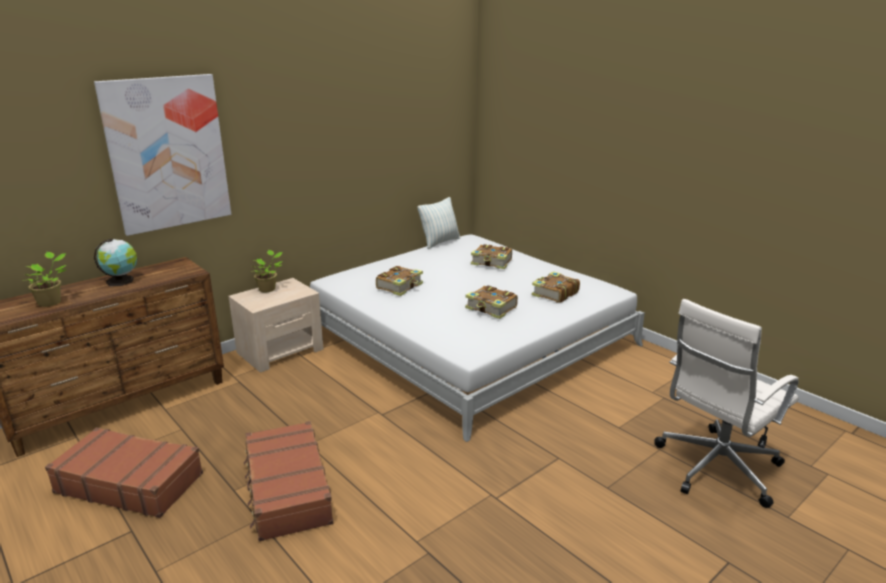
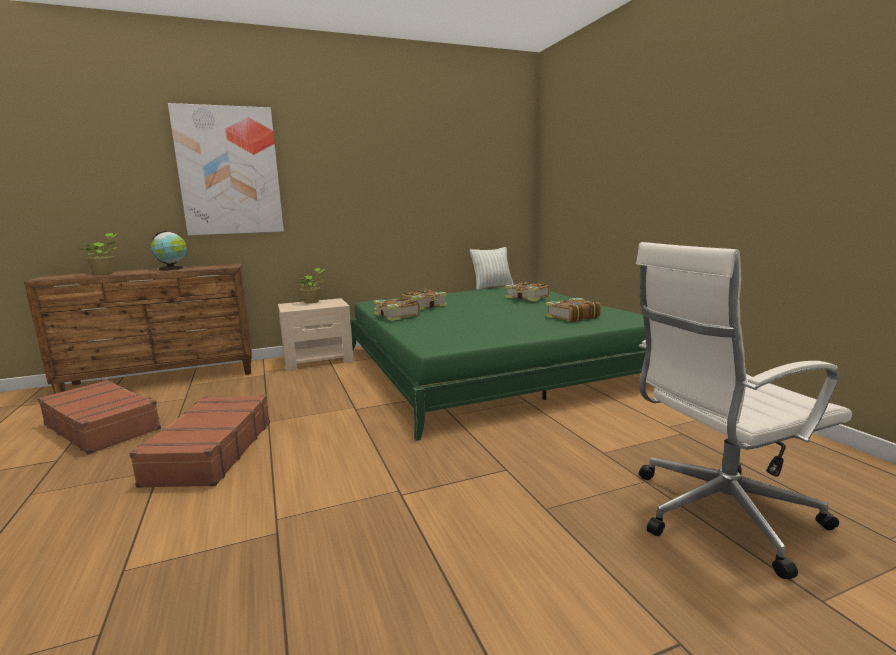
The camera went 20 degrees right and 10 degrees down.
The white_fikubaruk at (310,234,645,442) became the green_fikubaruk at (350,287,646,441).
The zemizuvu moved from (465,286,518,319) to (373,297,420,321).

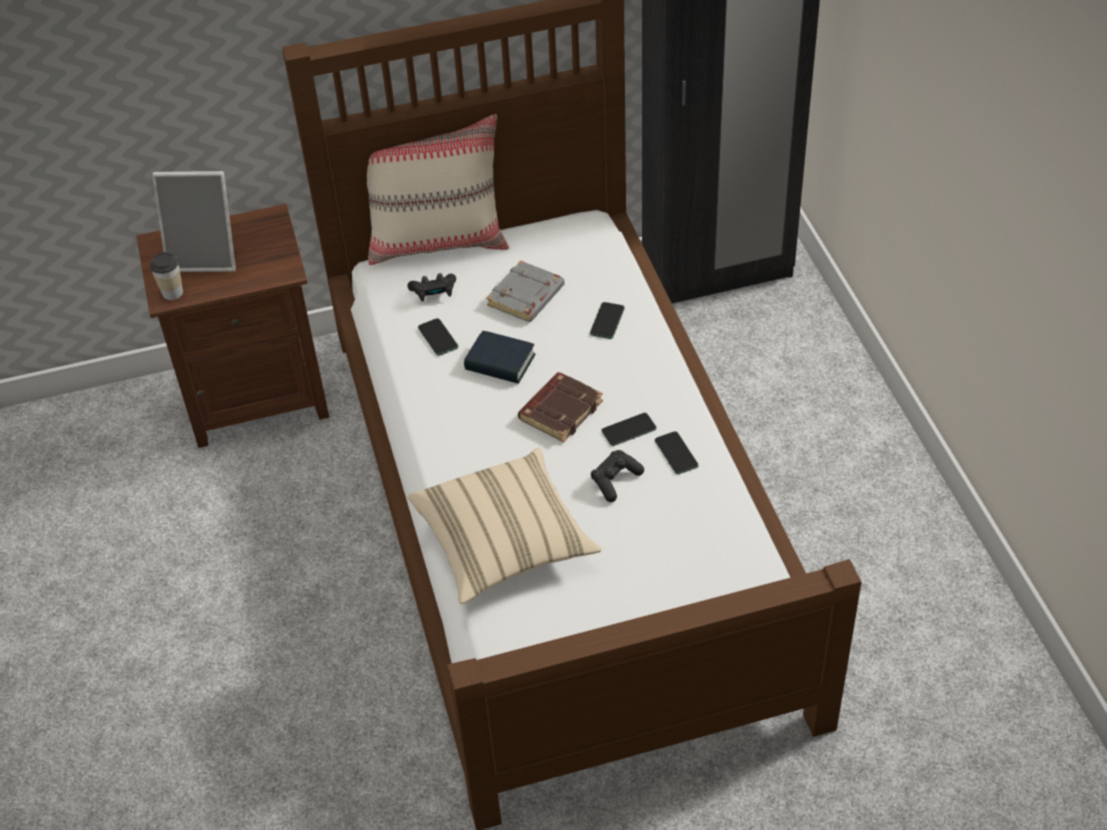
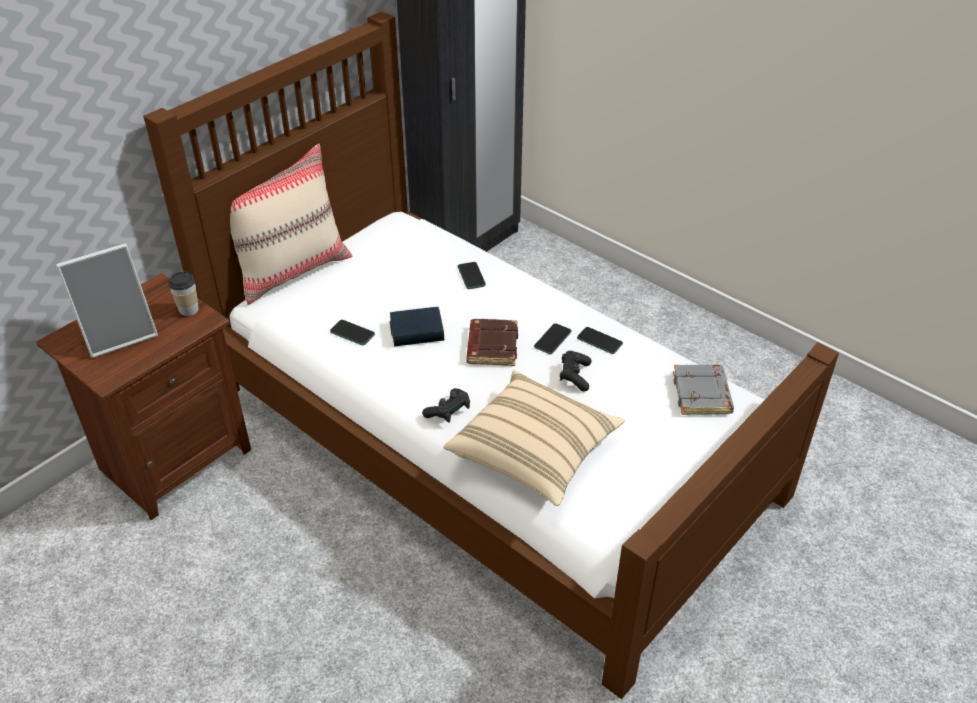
The camera went 35 degrees left and 5 degrees down.
The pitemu moved from (150,252,183,300) to (168,271,199,316).
The grey_zemizuvu moved from (486,261,565,322) to (673,365,734,415).
The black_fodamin moved from (407,273,456,302) to (422,388,470,423).

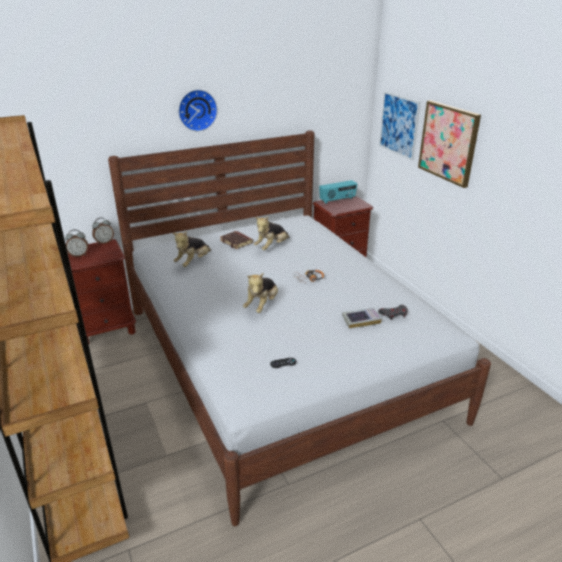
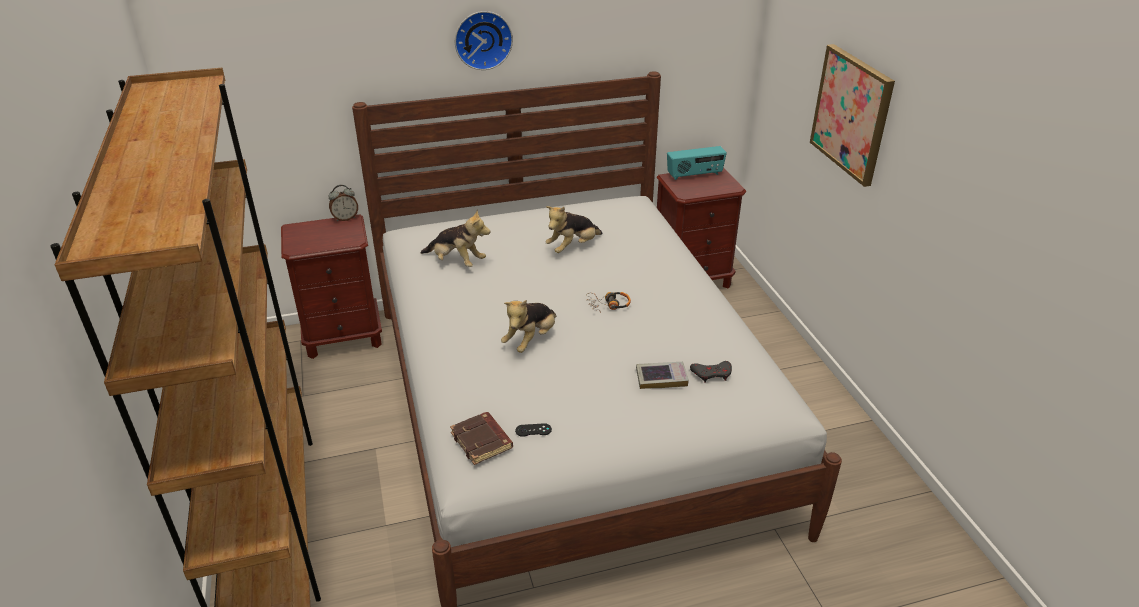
The camera went 10 degrees right and 5 degrees up.
The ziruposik at (379,91,421,161) disappeared.
The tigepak at (65,229,88,257) disappeared.
The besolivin at (173,231,211,267) turned 105 degrees counterclockwise.
The brown_zemizuvu moved from (220,231,253,249) to (450,412,513,465).

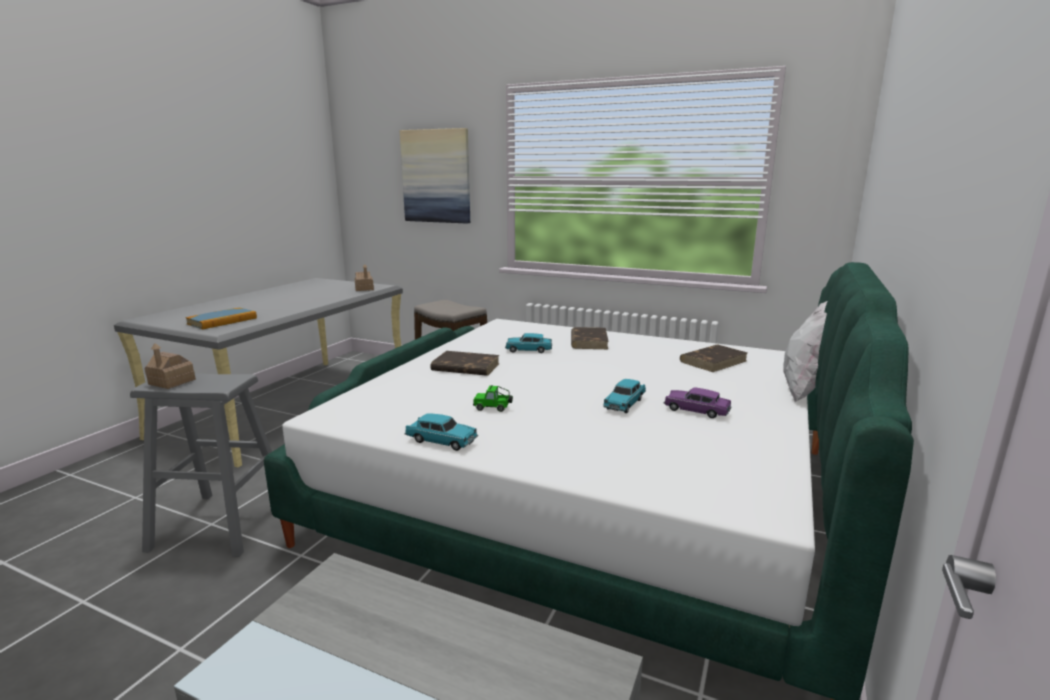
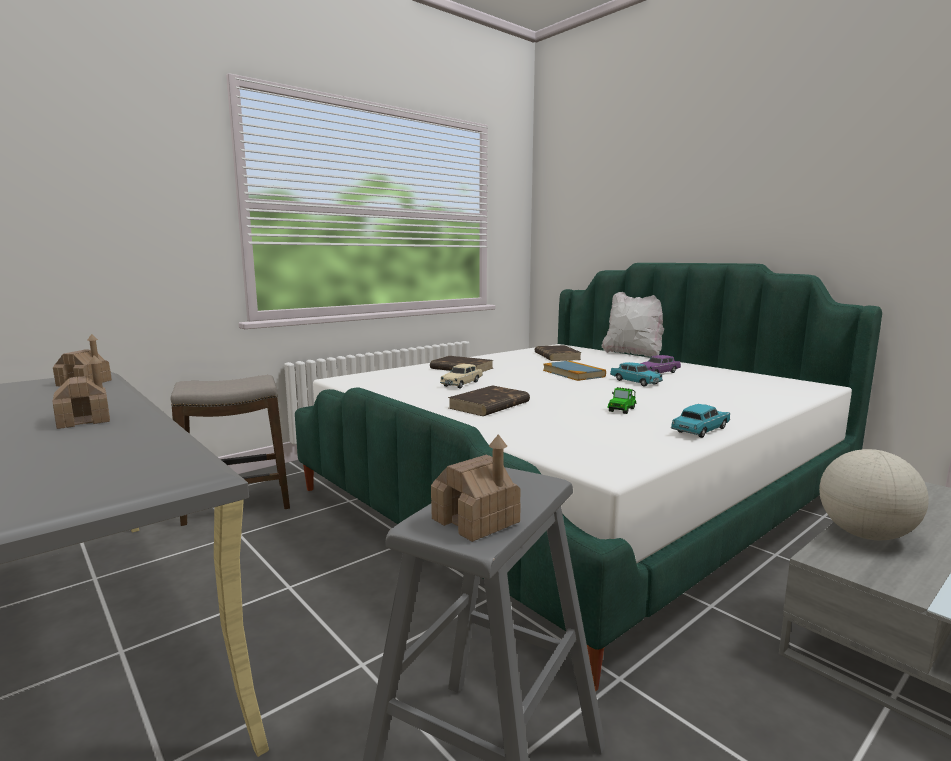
The camera went 65 degrees left and 5 degrees down.
The ziruposik at (400,128,470,224) disappeared.
The zemizuvu moved from (185,308,257,329) to (543,361,606,381).
The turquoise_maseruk at (505,333,552,353) became the beige_maseruk at (440,364,483,388).
The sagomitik at (52,355,110,429) appeared.
The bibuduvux at (819,449,929,540) appeared.

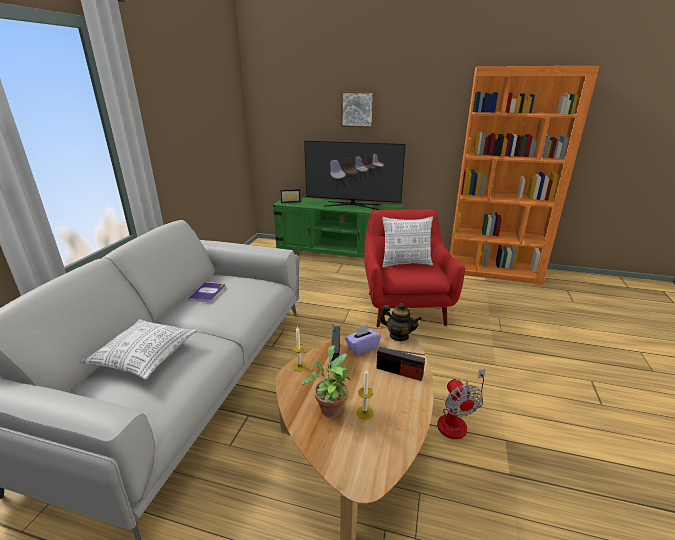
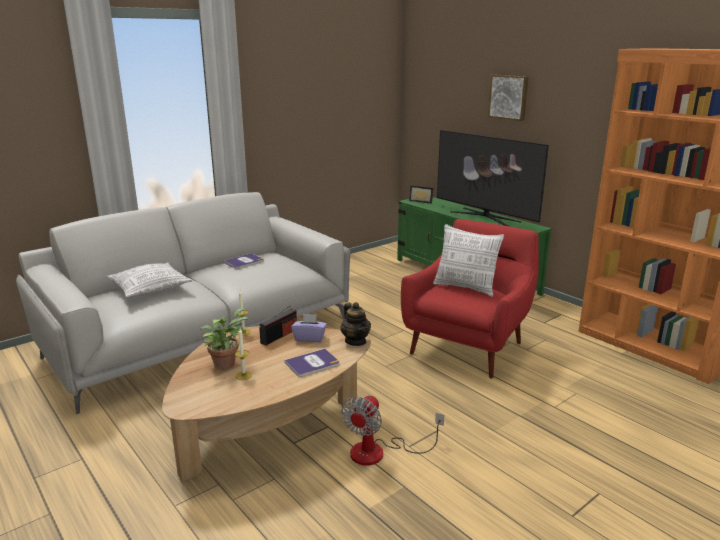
The camera went 35 degrees right and 5 degrees down.
The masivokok at (376,347,425,381) was replaced by the zemizuvu at (284,349,339,377).

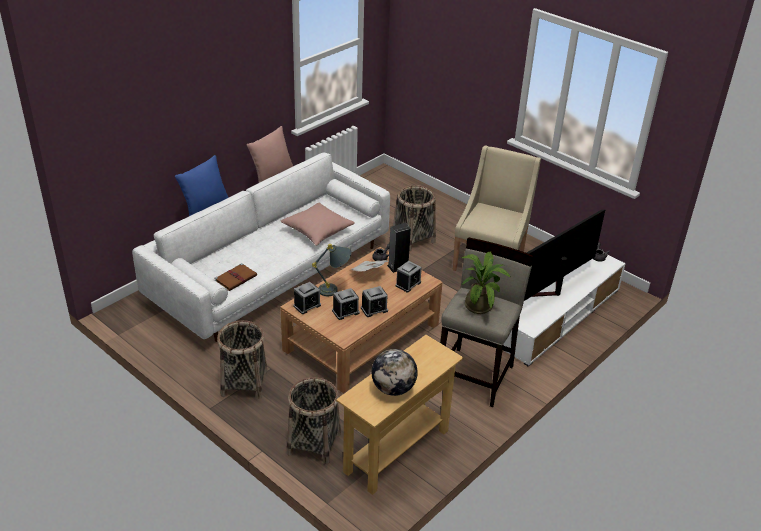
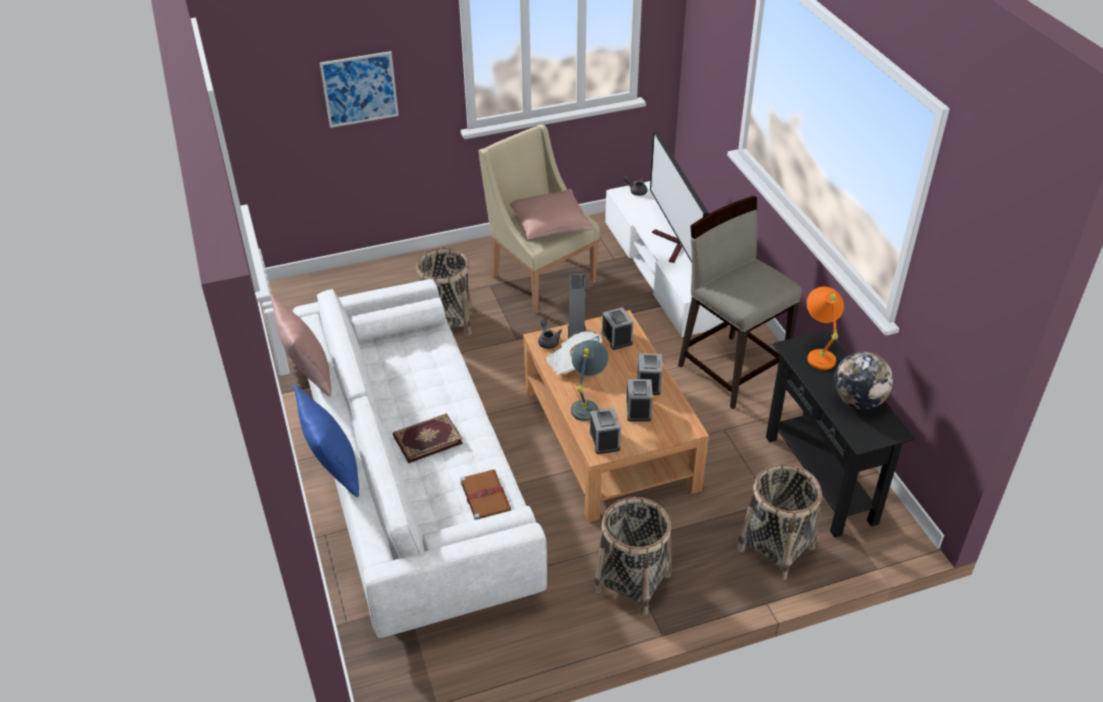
The camera went 60 degrees left and 5 degrees up.
The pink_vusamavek moved from (280,202,355,246) to (510,189,594,239).
The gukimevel at (461,251,511,314) disappeared.
The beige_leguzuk at (336,335,464,495) became the black_leguzuk at (766,330,915,538).
The ziruposik at (320,51,399,128) appeared.
The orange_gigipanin at (807,287,844,370) appeared.
The zemizuvu at (393,413,463,463) appeared.

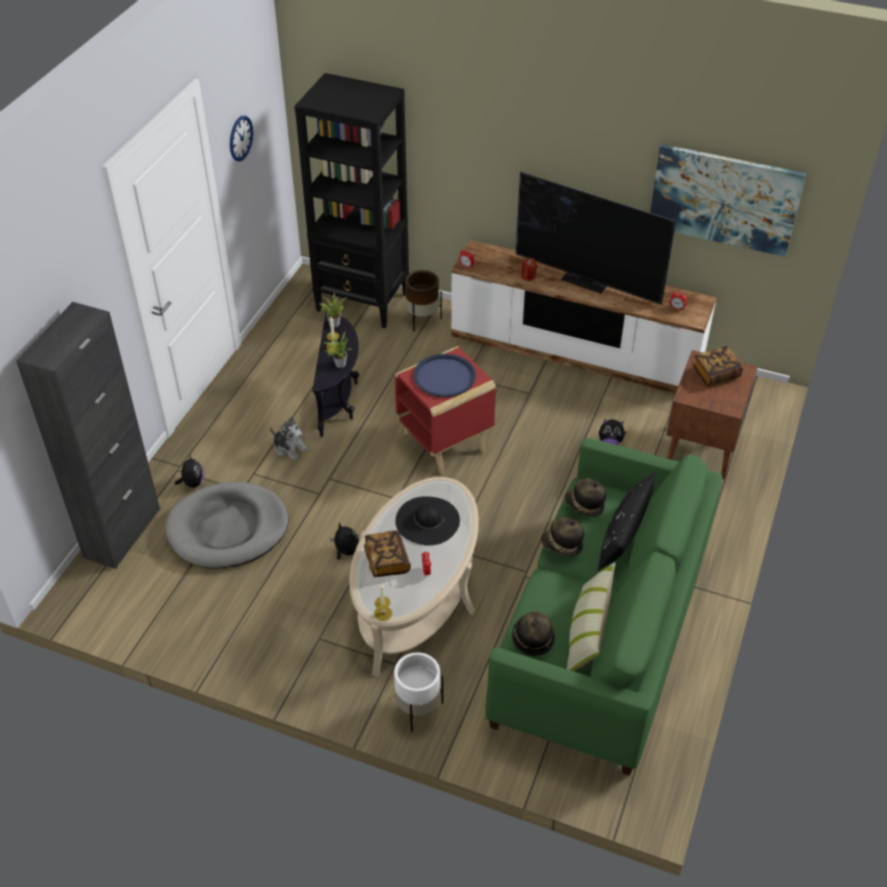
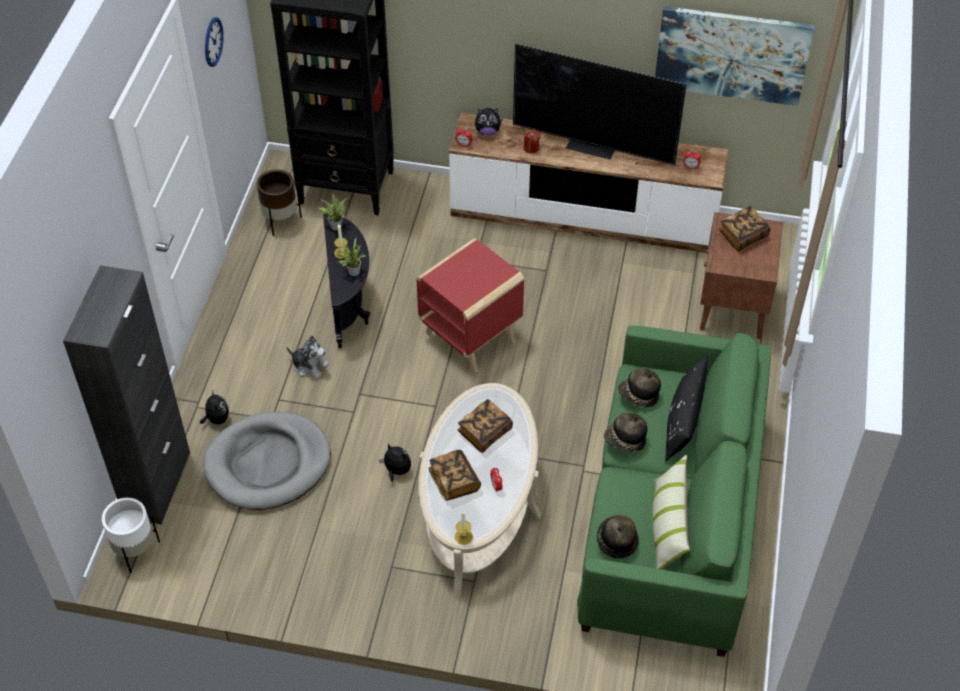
The camera went 10 degrees left and 5 degrees up.
The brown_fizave moved from (405,270,442,331) to (257,169,302,236).
The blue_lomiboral at (414,354,476,397) disappeared.
The besolivin moved from (599,419,627,445) to (475,108,503,135).
The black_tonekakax at (396,496,460,545) was replaced by the zemizuvu at (458,399,513,453).
The white_fizave moved from (394,652,443,732) to (102,498,160,573).

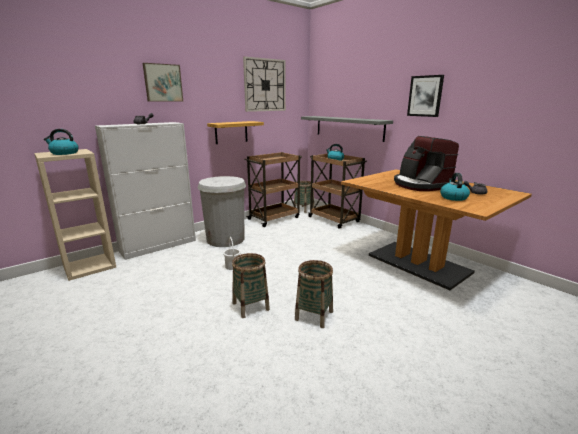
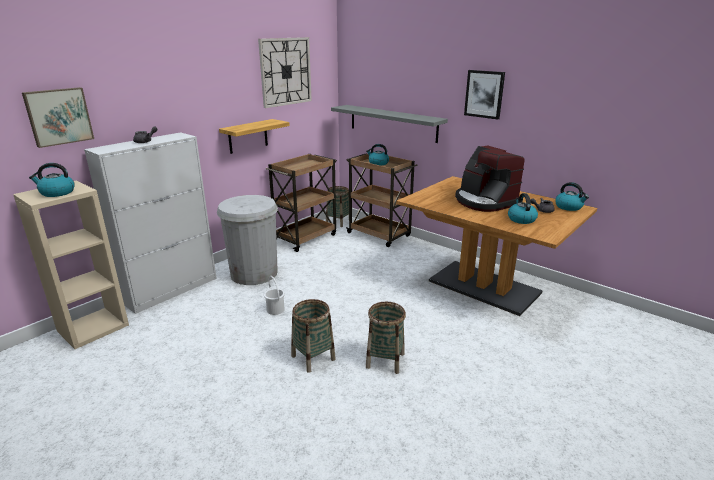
The camera went 10 degrees left and 5 degrees up.
The ziruposik moved from (143,63,183,102) to (22,87,94,148).
The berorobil at (555,182,589,211) appeared.

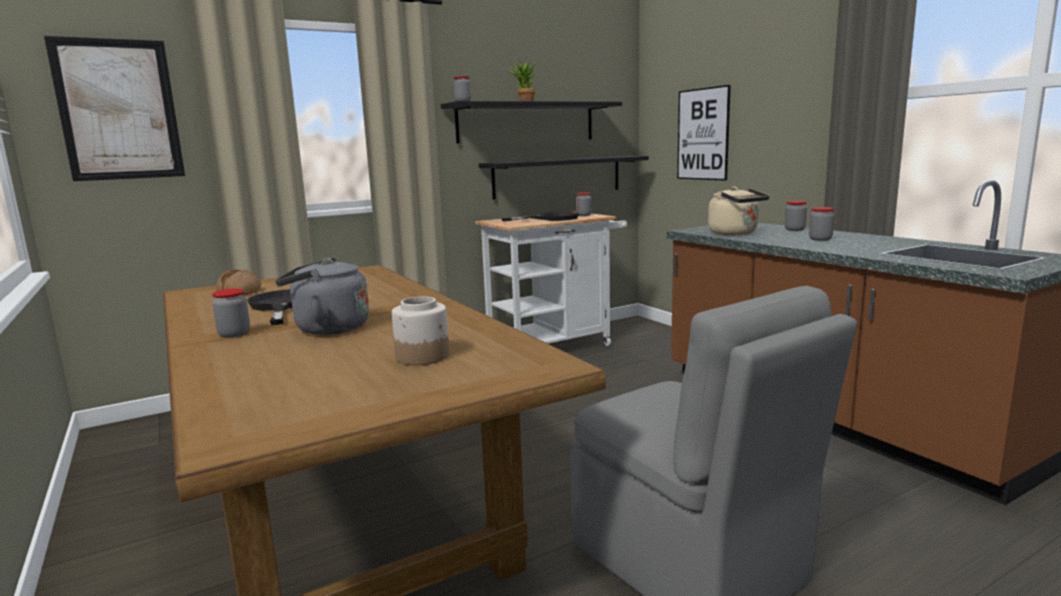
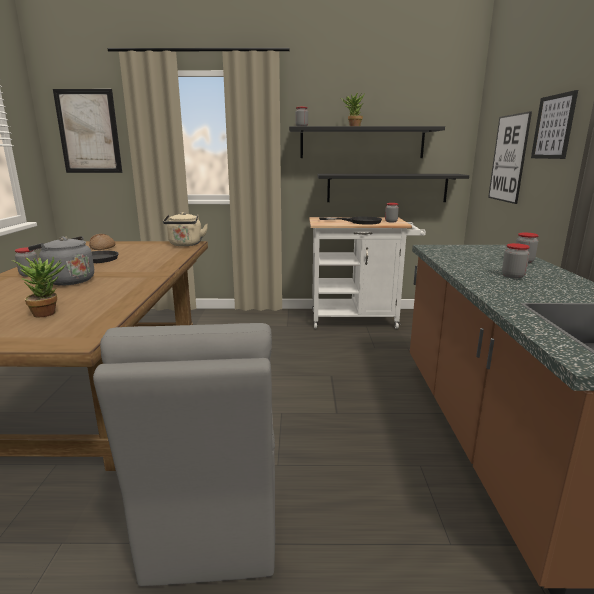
The camera went 30 degrees right and 5 degrees up.
The beige_berorobil moved from (708,187,770,235) to (163,212,208,246).
The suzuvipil at (392,296,449,365) was replaced by the gukimevel at (12,257,65,317).
The ziruposik at (531,90,578,159) appeared.

